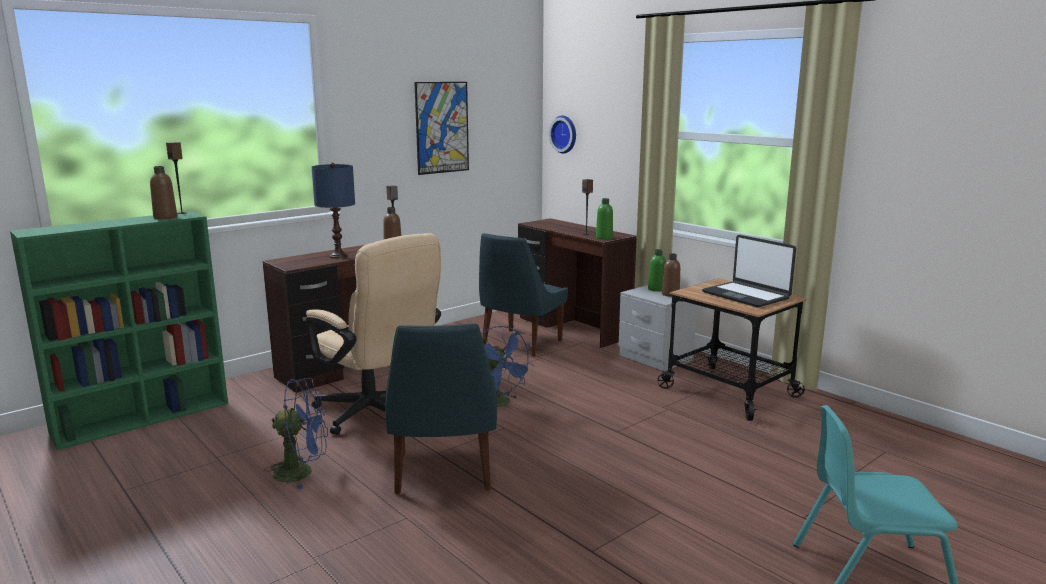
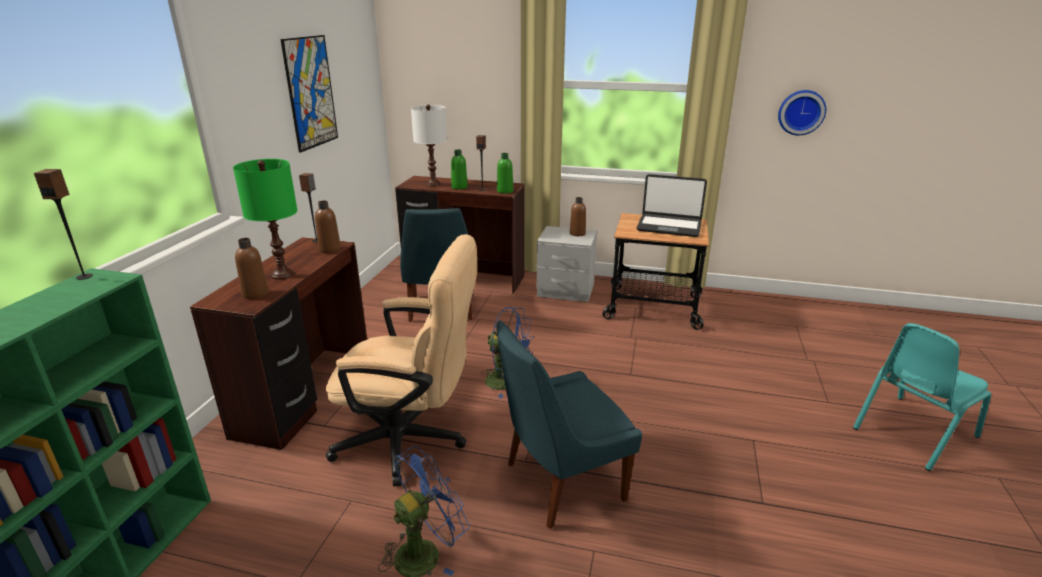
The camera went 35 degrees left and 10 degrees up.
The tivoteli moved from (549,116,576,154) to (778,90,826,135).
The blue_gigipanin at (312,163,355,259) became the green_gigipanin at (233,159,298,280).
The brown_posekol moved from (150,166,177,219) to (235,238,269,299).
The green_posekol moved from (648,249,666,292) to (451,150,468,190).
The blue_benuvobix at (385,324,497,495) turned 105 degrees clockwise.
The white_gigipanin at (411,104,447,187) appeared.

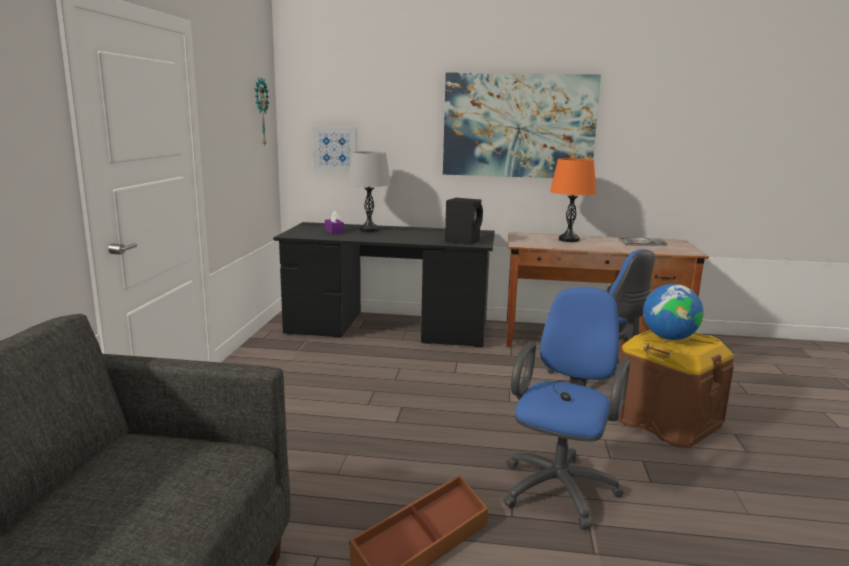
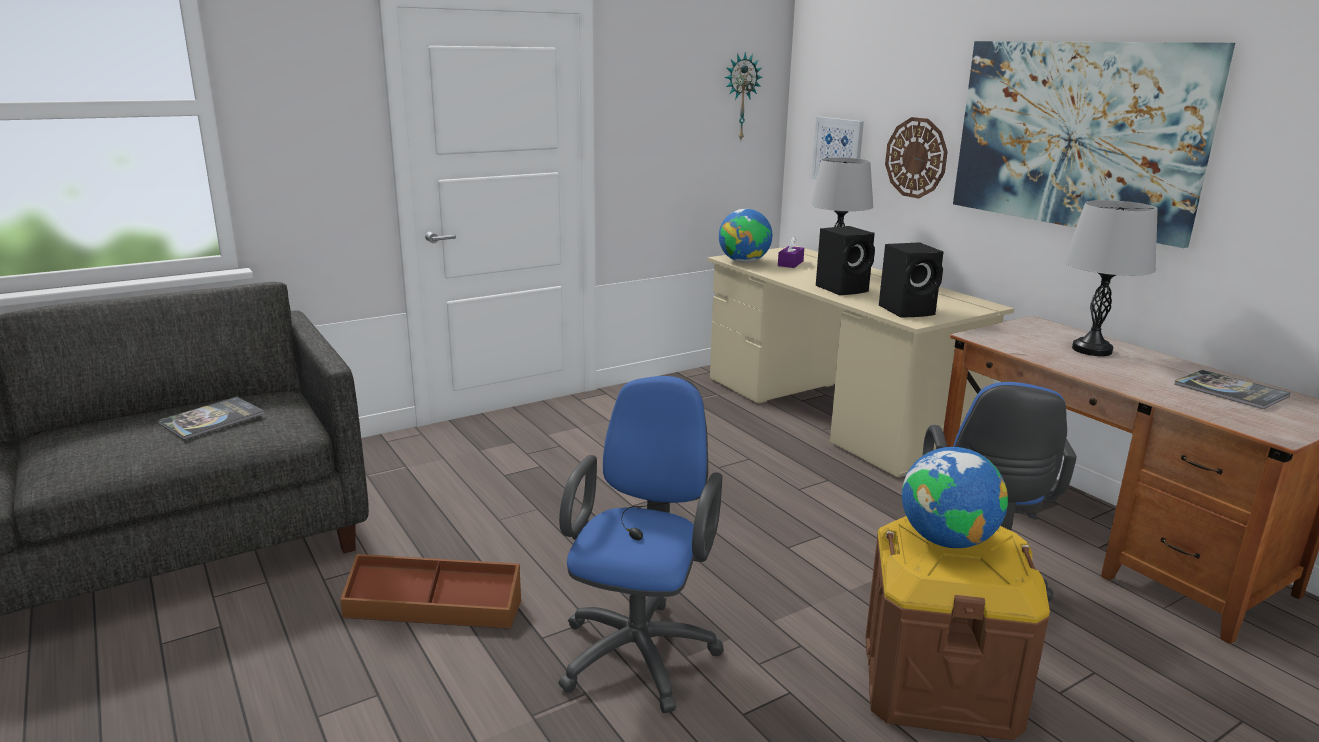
The camera went 50 degrees right and 5 degrees up.
The orange_gigipanin at (550,158,596,242) became the grey_gigipanin at (1064,200,1157,356).
The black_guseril at (273,222,495,347) became the beige_guseril at (708,246,1014,478).
The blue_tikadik at (503,287,630,530) turned 60 degrees counterclockwise.
The tivoteli at (885,117,948,198) appeared.
The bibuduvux at (719,209,772,263) appeared.
The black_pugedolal at (816,226,875,295) appeared.
The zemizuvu at (158,397,264,440) appeared.

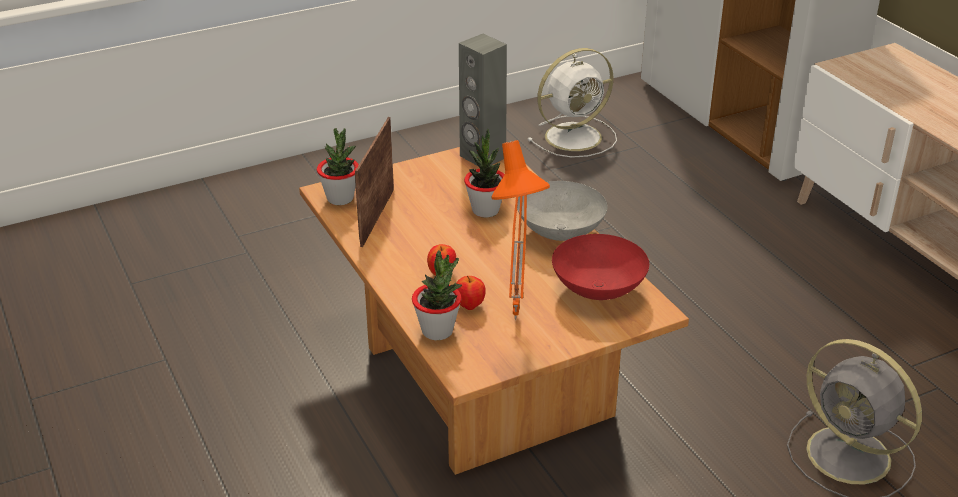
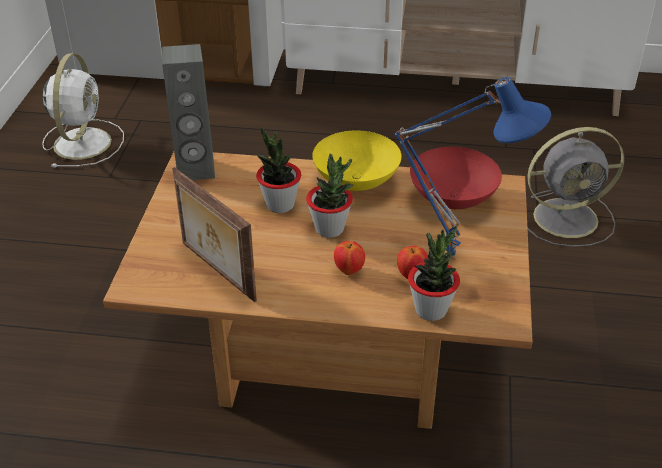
The camera went 55 degrees left and 5 degrees up.
The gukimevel moved from (317,128,359,205) to (306,153,354,238).
The orange_gigipanin at (491,140,550,321) became the blue_gigipanin at (394,77,551,260).
The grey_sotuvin at (517,181,608,241) became the yellow_sotuvin at (312,131,401,191).

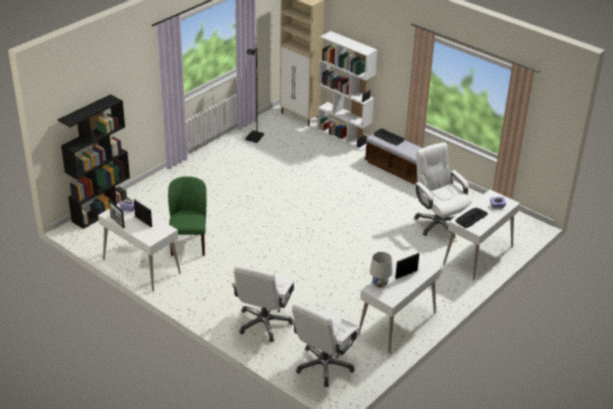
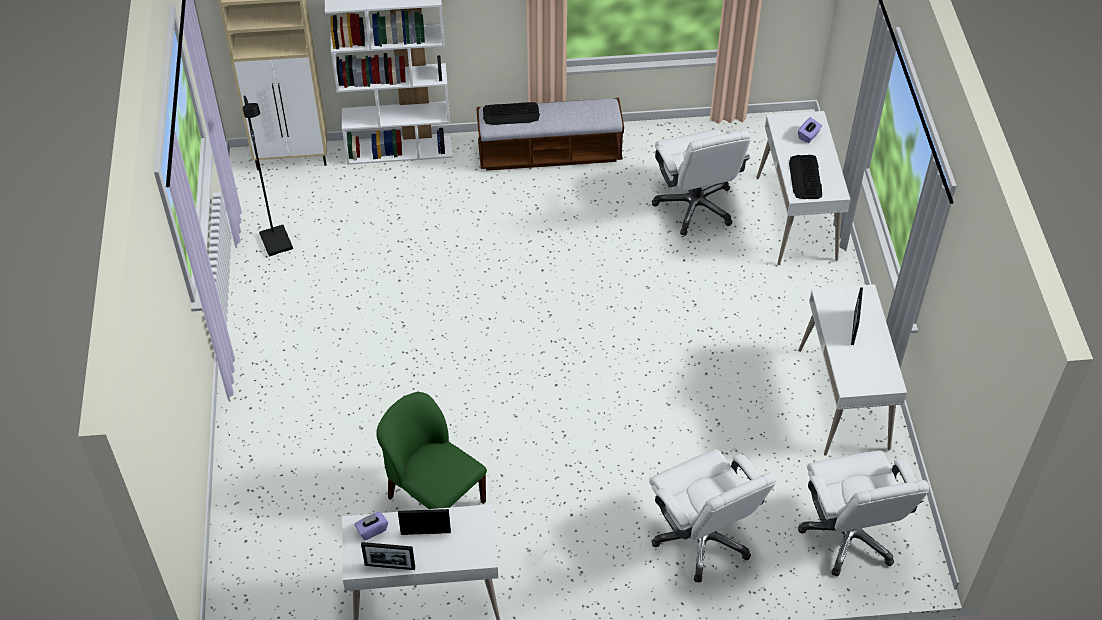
The camera went 45 degrees left and 15 degrees up.
The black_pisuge at (57,94,132,229) disappeared.
The white_tikadik at (414,142,472,238) turned 120 degrees counterclockwise.
The white_gigipanin at (370,252,393,288) disappeared.

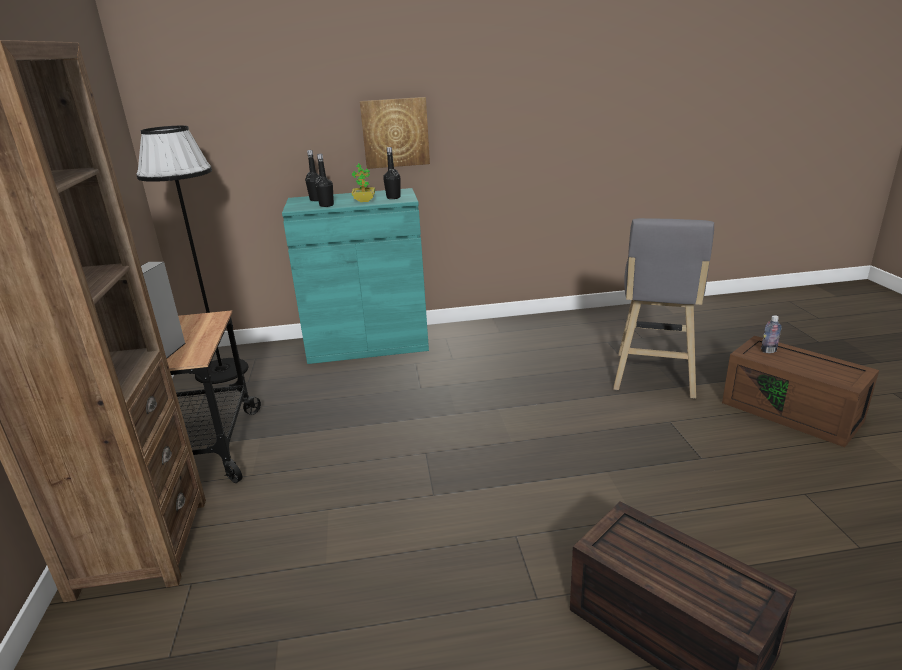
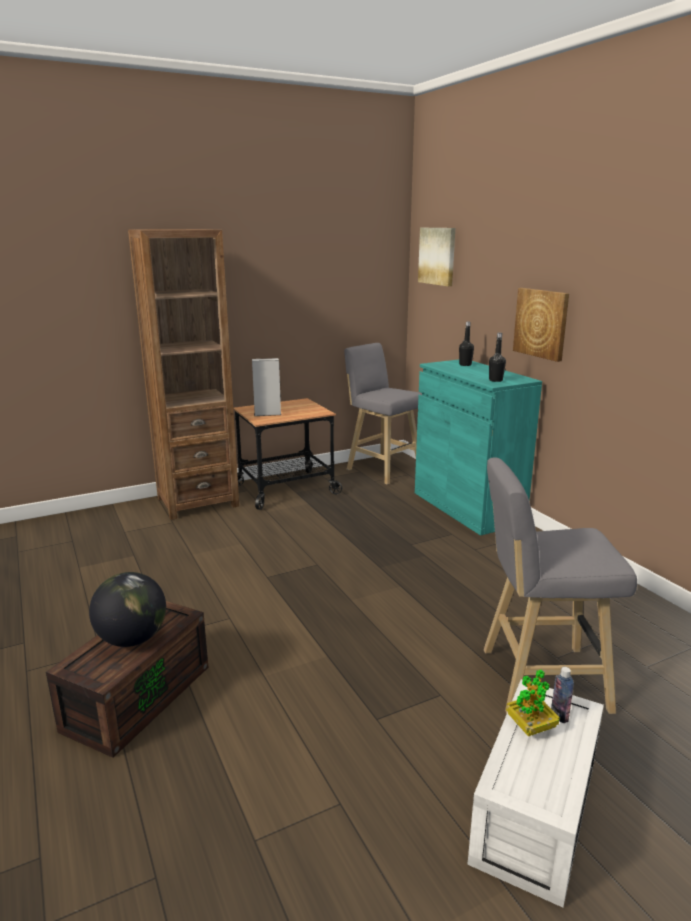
The camera went 70 degrees right and 5 degrees down.
The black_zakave at (137,126,248,384) was replaced by the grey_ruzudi at (344,343,422,485).
The black_posekol at (315,154,334,207) disappeared.
The gukimevel moved from (352,163,375,202) to (506,670,560,736).
The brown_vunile at (722,336,879,447) became the white_vunile at (467,679,604,908).
The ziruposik at (418,228,455,286) appeared.
The bibuduvux at (89,572,166,647) appeared.

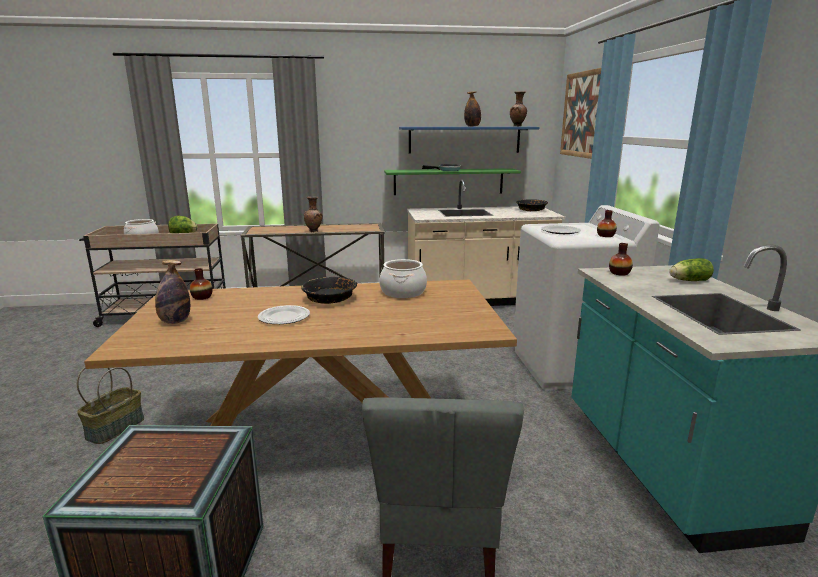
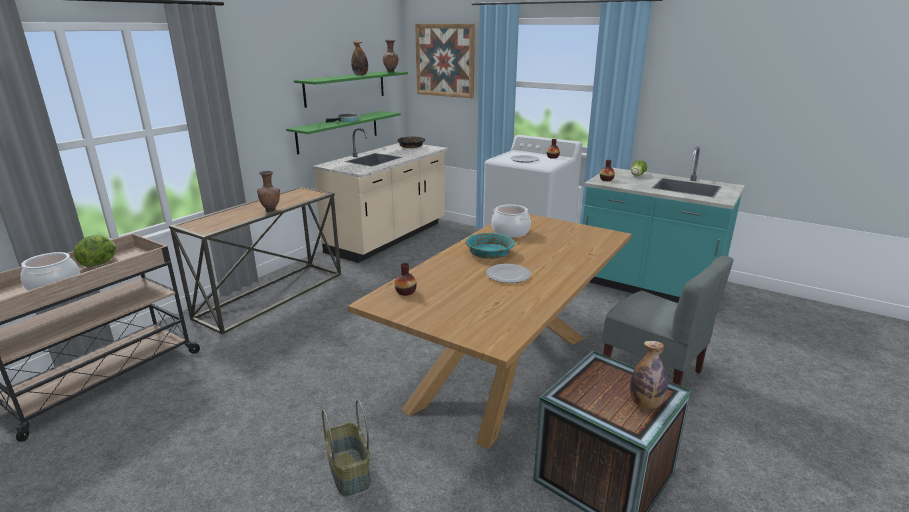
The camera went 50 degrees left and 5 degrees up.
The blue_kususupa at (399,127,539,154) became the green_kususupa at (294,71,408,108).
The posekol moved from (155,260,190,324) to (630,341,668,409).
The black_sotuvin at (301,277,357,304) became the turquoise_sotuvin at (466,233,515,259).

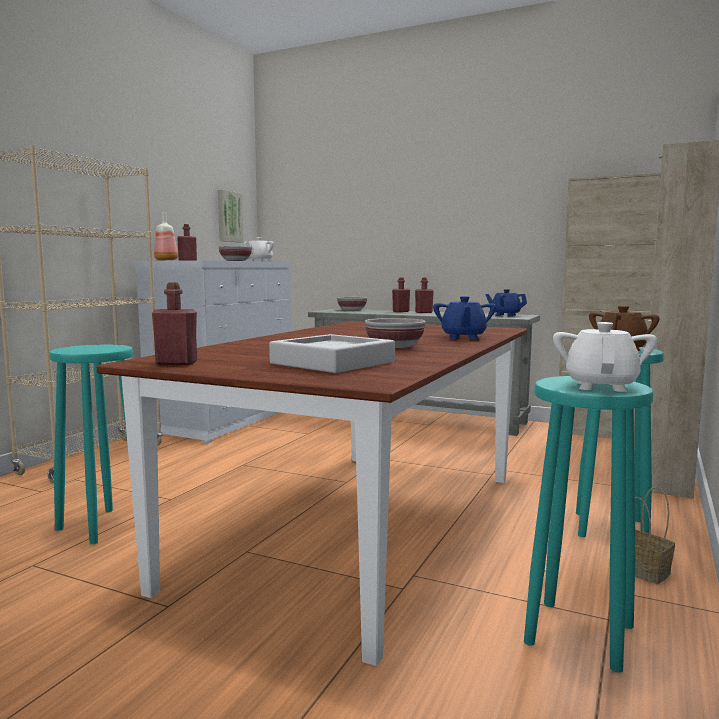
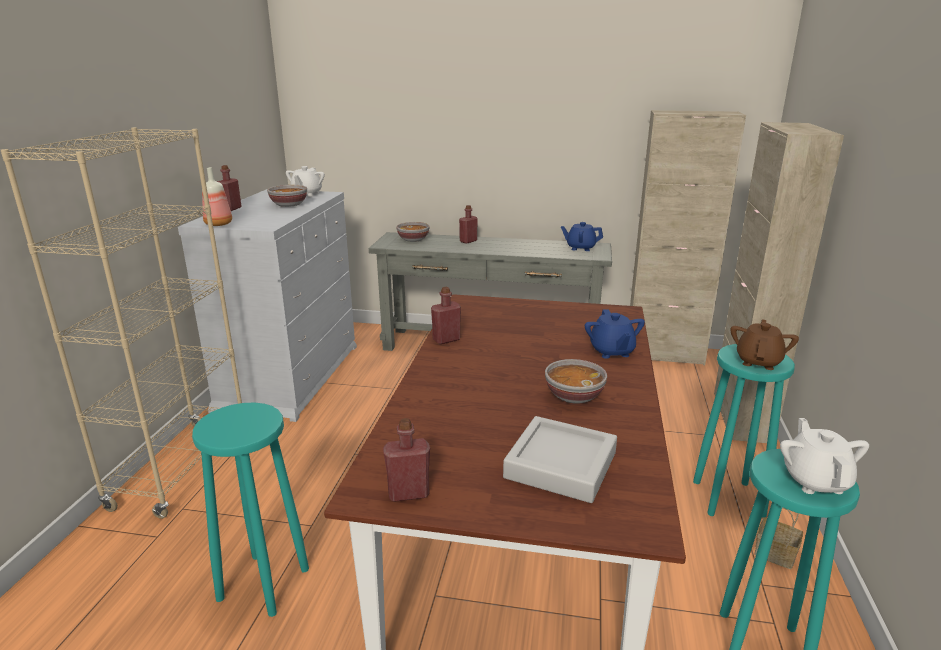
The camera went 15 degrees left and 15 degrees up.
The ziruposik at (218,190,244,243) disappeared.
The red_posekol moved from (415,278,434,313) to (431,287,461,345).

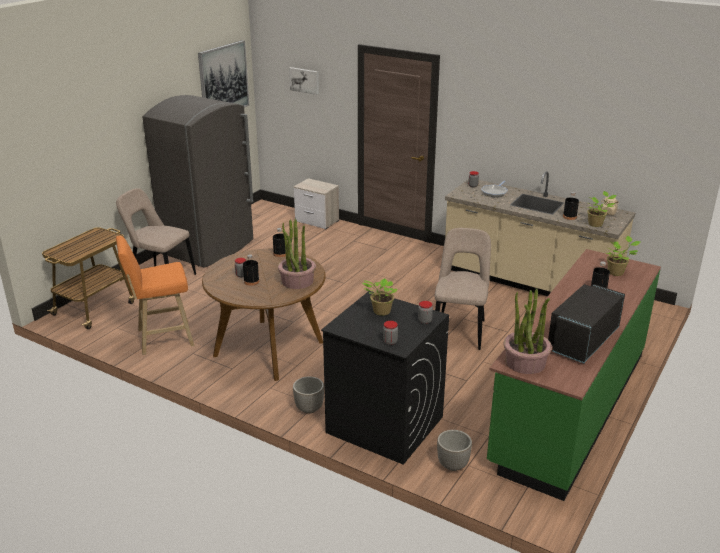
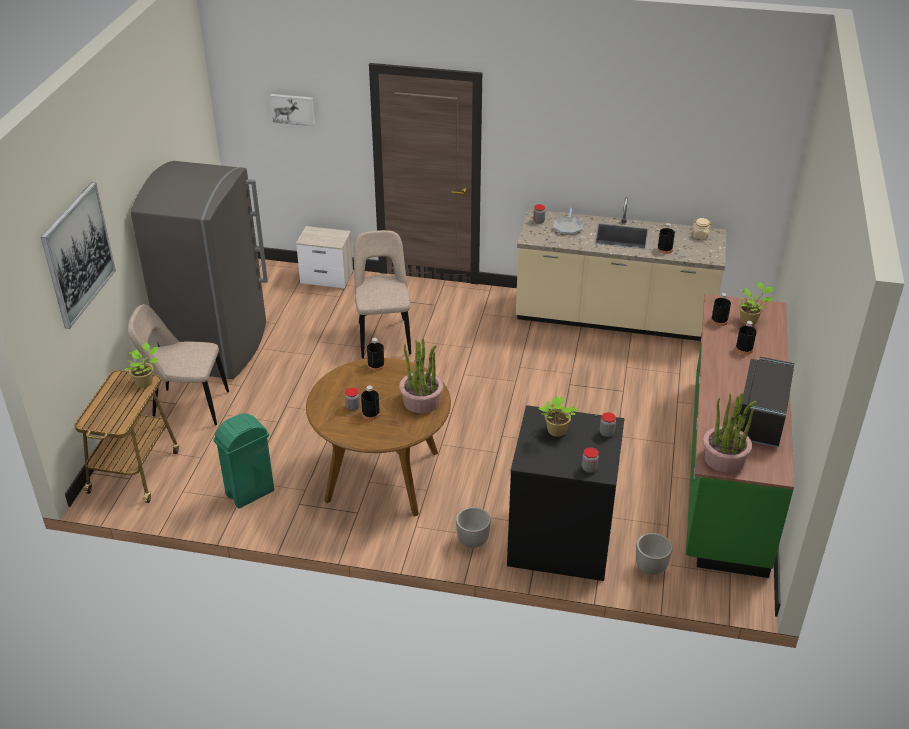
The camera went 20 degrees left and 10 degrees up.
The ziruposik moved from (198,40,249,107) to (41,182,116,329).
The gukimevel moved from (587,191,617,227) to (125,343,158,388).
The beige_benuvobix moved from (435,228,491,350) to (354,230,411,358).
The orange_ruzudi at (116,235,194,355) was replaced by the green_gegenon at (213,413,274,509).
The black_posekol at (711,293,731,326) appeared.

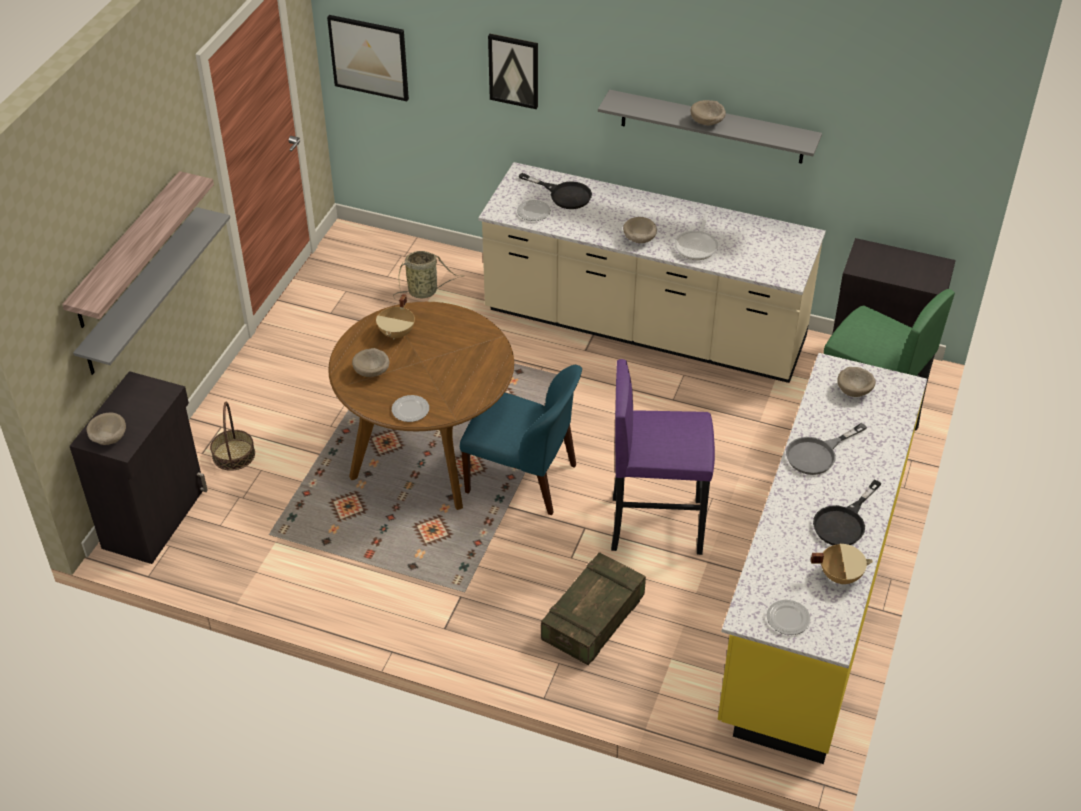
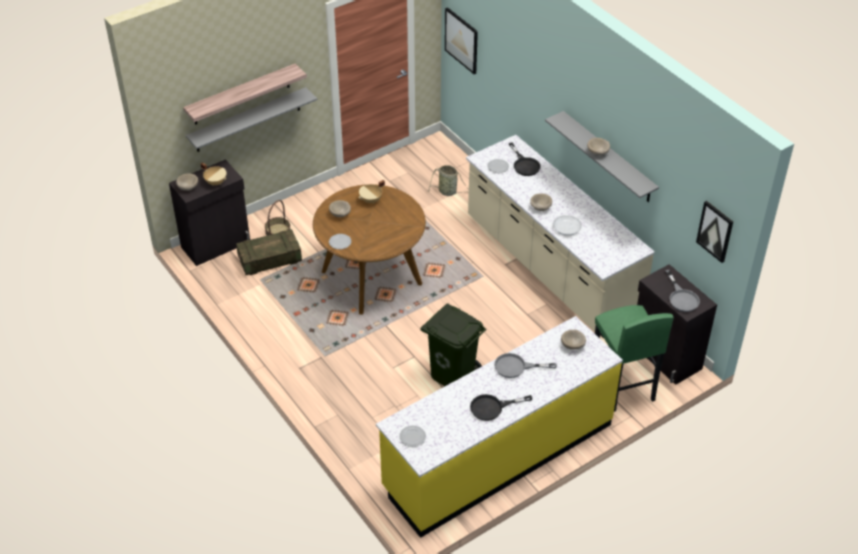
The camera went 35 degrees right and 0 degrees up.
The ziruposik moved from (488,34,538,109) to (696,201,733,263).
The purple_ruzudi at (611,359,715,555) was replaced by the green_gegenon at (420,303,486,386).
The blue_benuvobix at (460,365,582,515) disappeared.
The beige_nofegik moved from (811,544,873,585) to (201,163,226,186).
The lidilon moved from (541,552,646,665) to (236,229,302,275).
The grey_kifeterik at (665,270,700,312) appeared.

